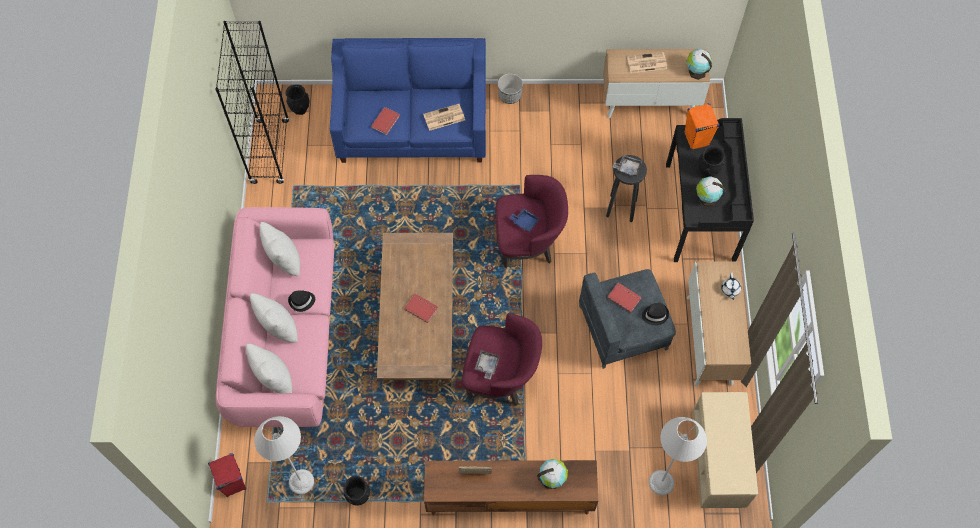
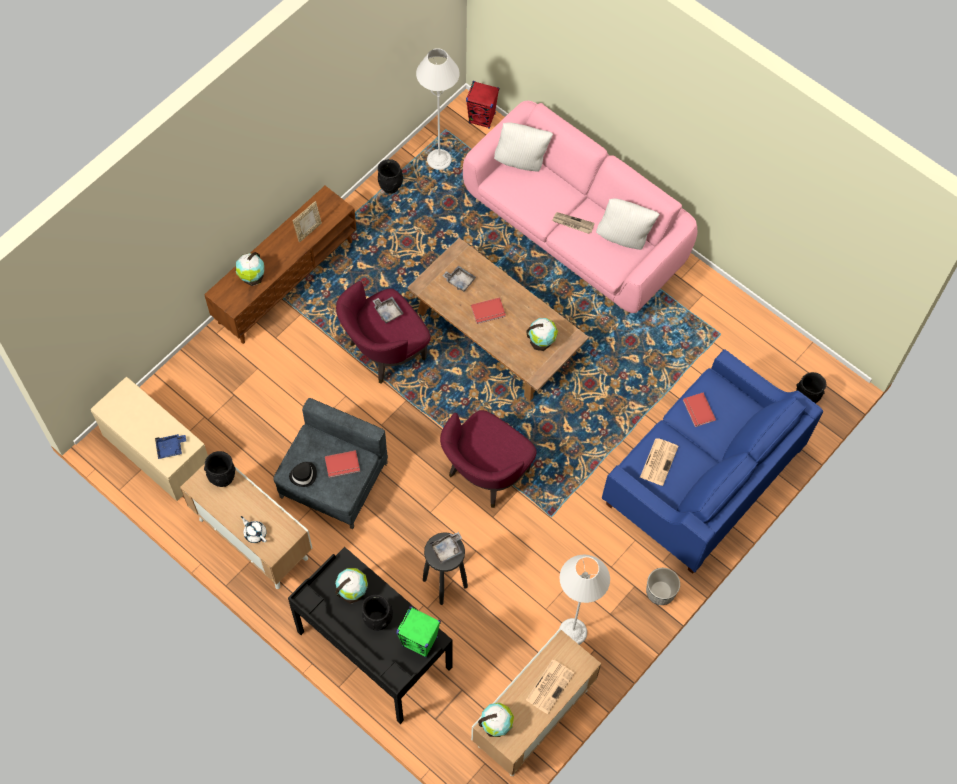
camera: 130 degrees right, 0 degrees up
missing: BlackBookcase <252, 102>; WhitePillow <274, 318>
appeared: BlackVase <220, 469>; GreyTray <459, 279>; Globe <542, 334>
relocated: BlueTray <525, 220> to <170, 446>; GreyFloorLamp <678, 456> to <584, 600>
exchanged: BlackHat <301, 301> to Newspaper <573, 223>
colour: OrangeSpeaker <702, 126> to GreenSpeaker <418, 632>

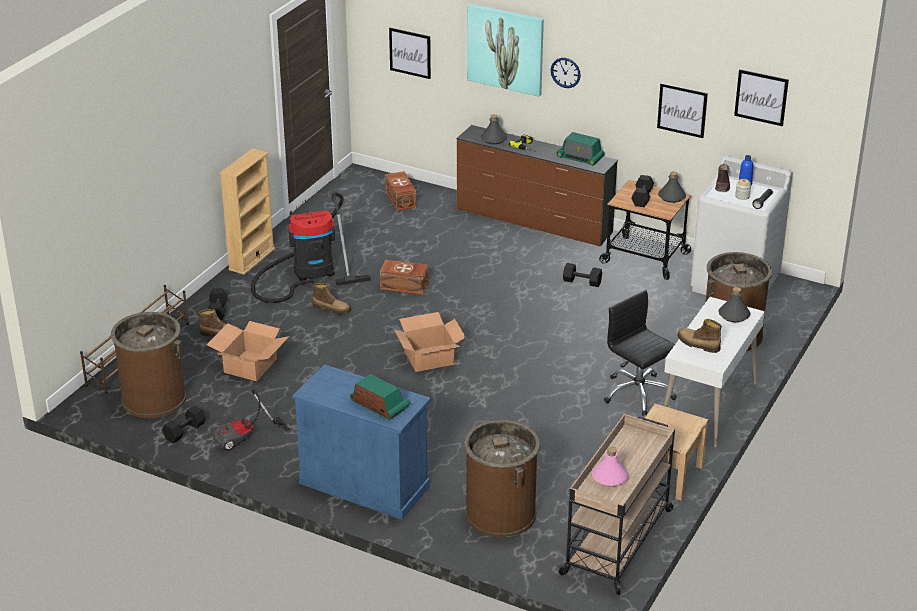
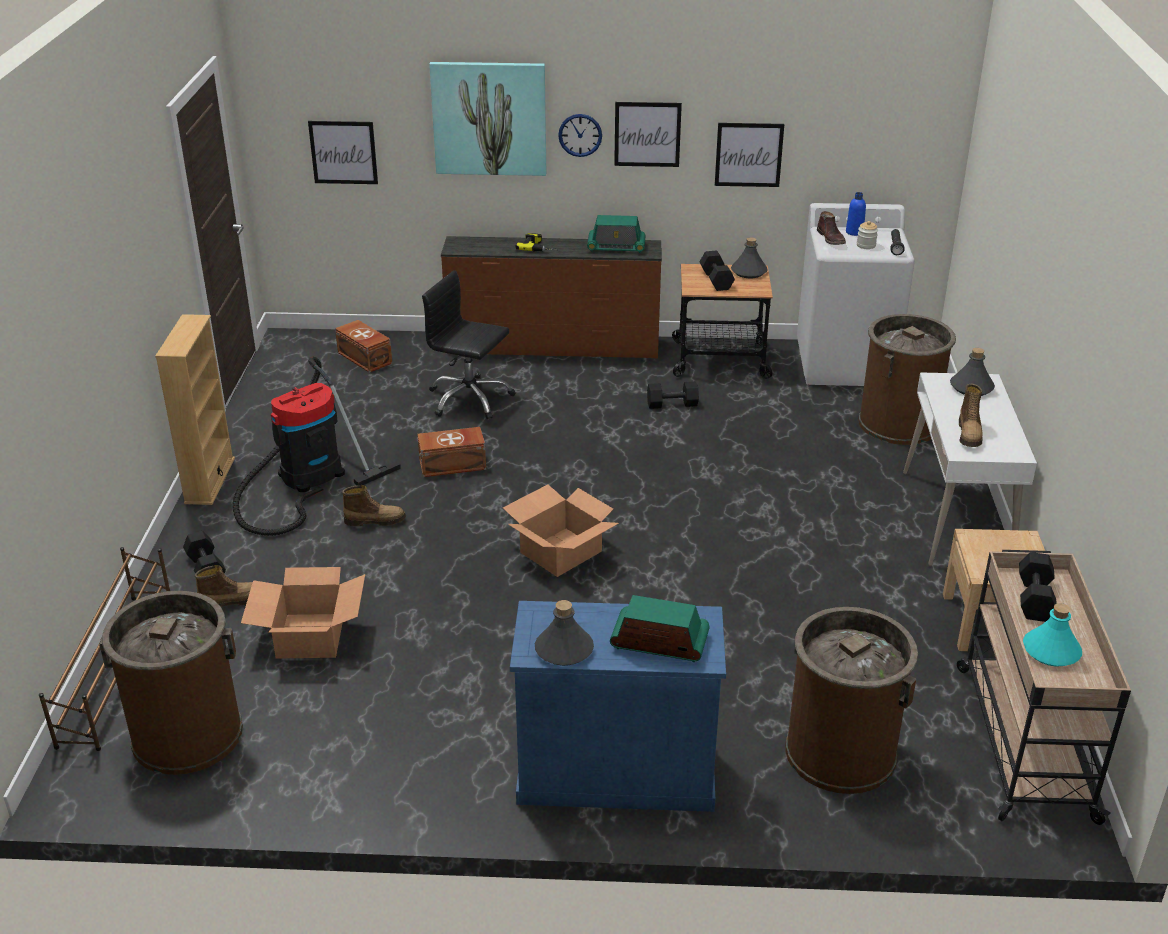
camera: 25 degrees left, 0 degrees up
missing: VacuumCleaner <251, 420>
relocated: BlackOfficeChair <640, 353> to <468, 345>; GreyBottle <494, 129> to <564, 633>; Picture <761, 97> to <648, 134>; BlackDumbbell <184, 424> to <1038, 587>
colour: PinkBottle <610, 466> to TurquoiseBottle <1052, 634>
spun: Boot <699, 336> = <971, 415> 90 degrees counterclockwise

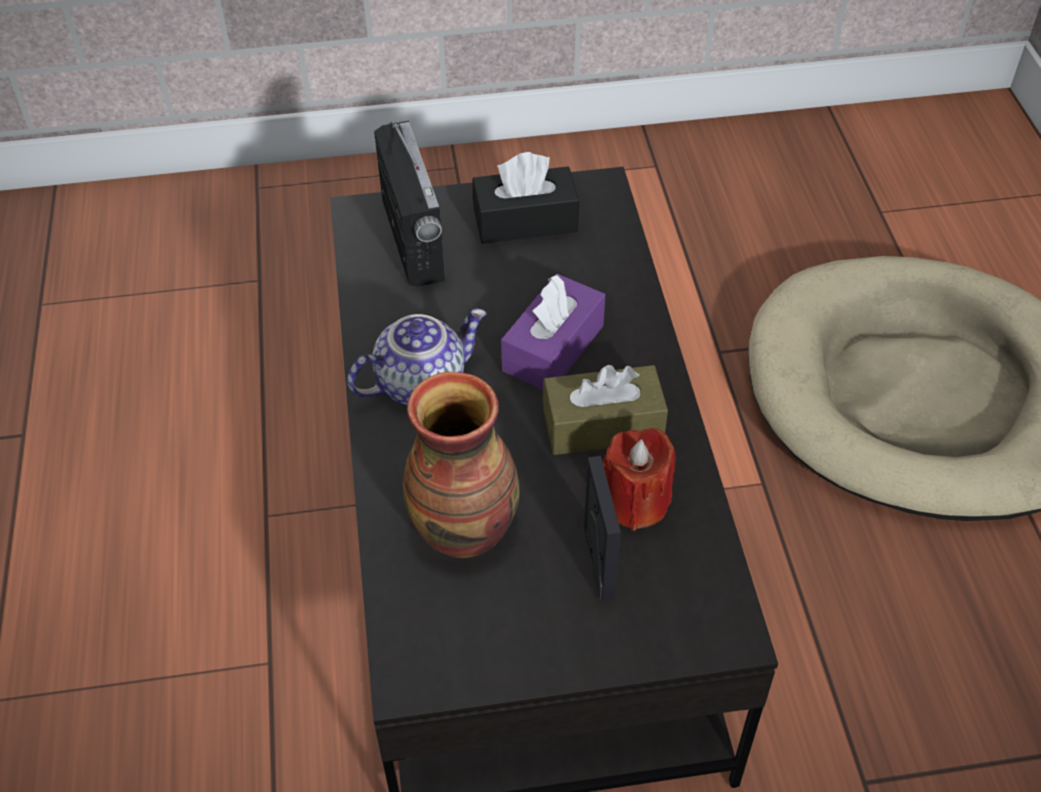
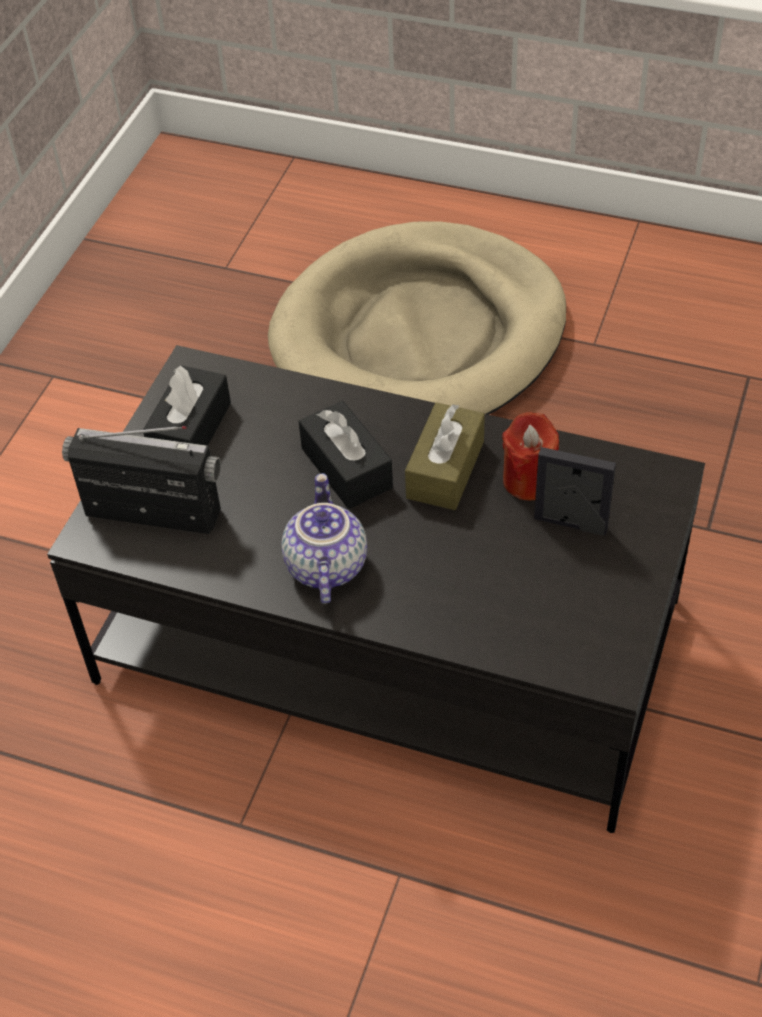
camera: 60 degrees left, 0 degrees up
missing: Vase <461, 465>
colour: PurpleTissueBox <553, 332> to BlackTissueBox <346, 455>

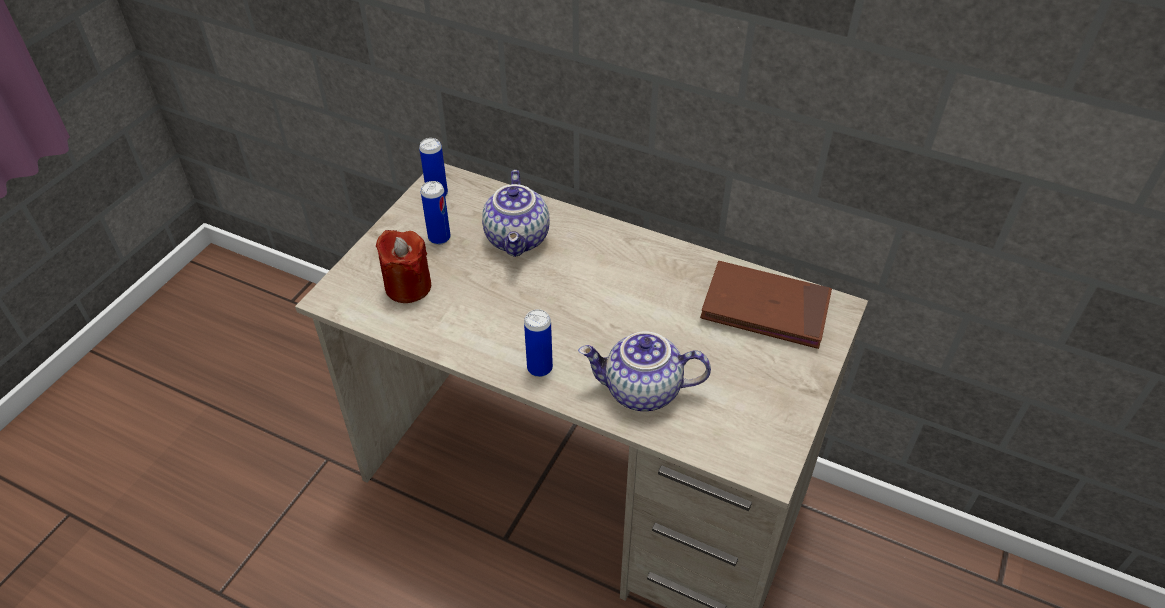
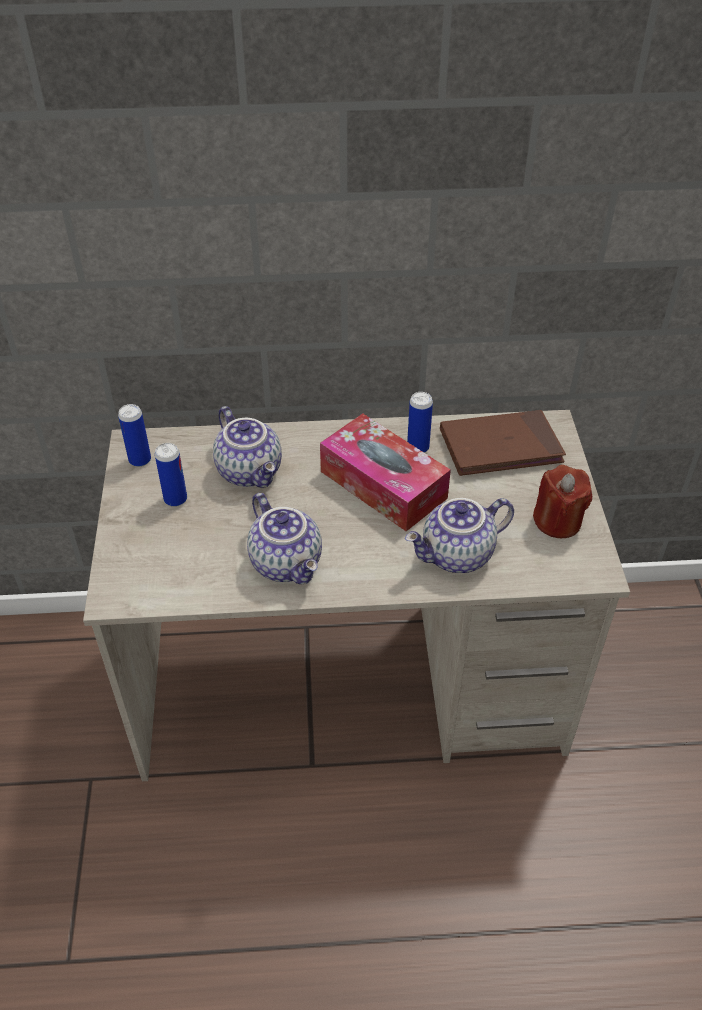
camera: 30 degrees left, 0 degrees up
appeared: Teapot <284, 538>; TissueBox <385, 472>
relocated: Can <538, 343> to <420, 422>; RedCandle <403, 266> to <562, 501>

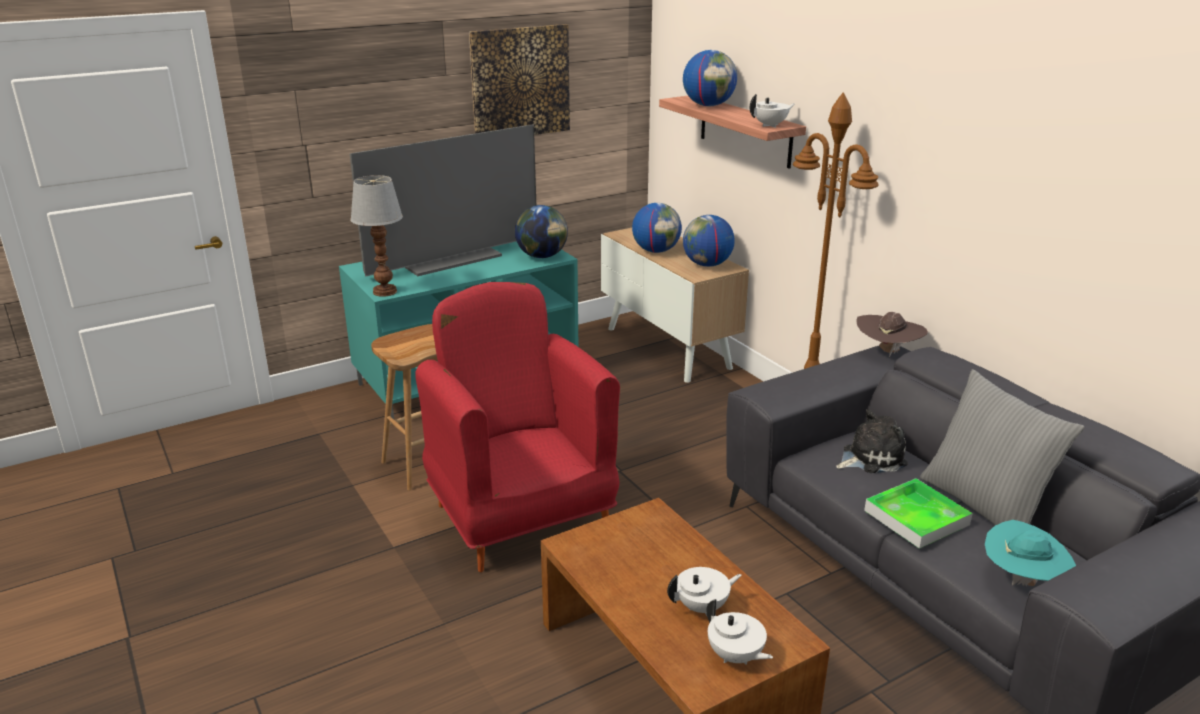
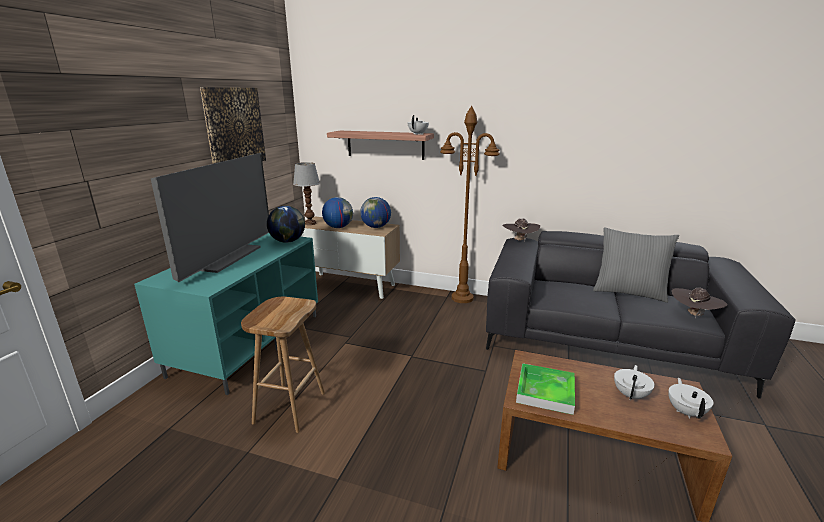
camera: 40 degrees left, 5 degrees down
missing: RedArmchair <517, 427>; Globe <710, 78>; PlushToy <872, 441>
relocated: TableLamp <376, 236> to <306, 193>; Tray <918, 513> to <545, 389>
colour: TurquoiseHat <1030, 553> to BrownHat <699, 303>
spun: WhiteTeapot <740, 632> = <690, 398> 90 degrees counterclockwise

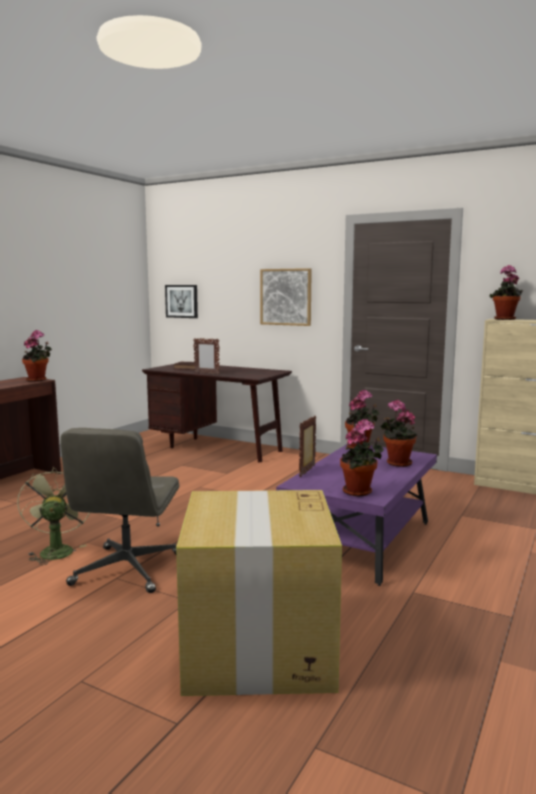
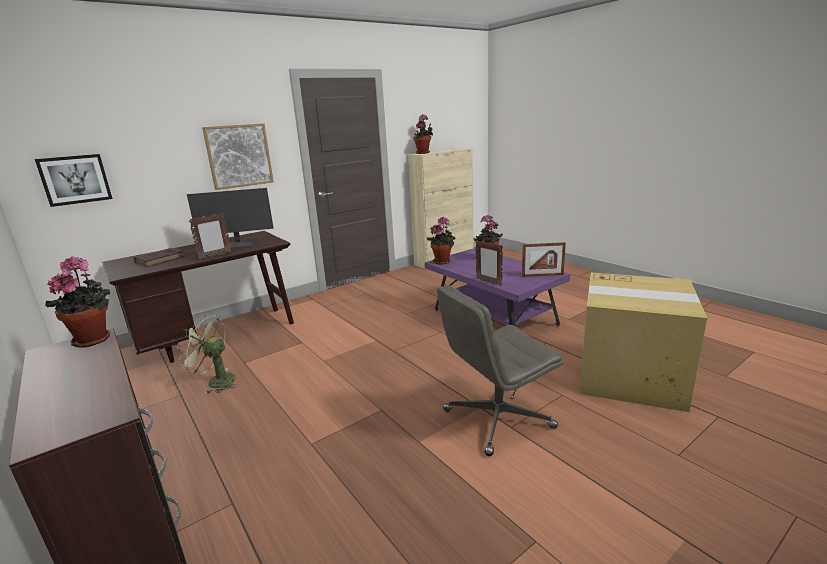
camera: 65 degrees left, 10 degrees up
appeared: Monitor <230, 218>
relocated: GreenFan <53, 516> to <207, 354>
exchanged: PottedPlant <362, 458> to PictureFrame <544, 259>
spun: GreyOfficeChair <120, 510> = <500, 370> 120 degrees clockwise

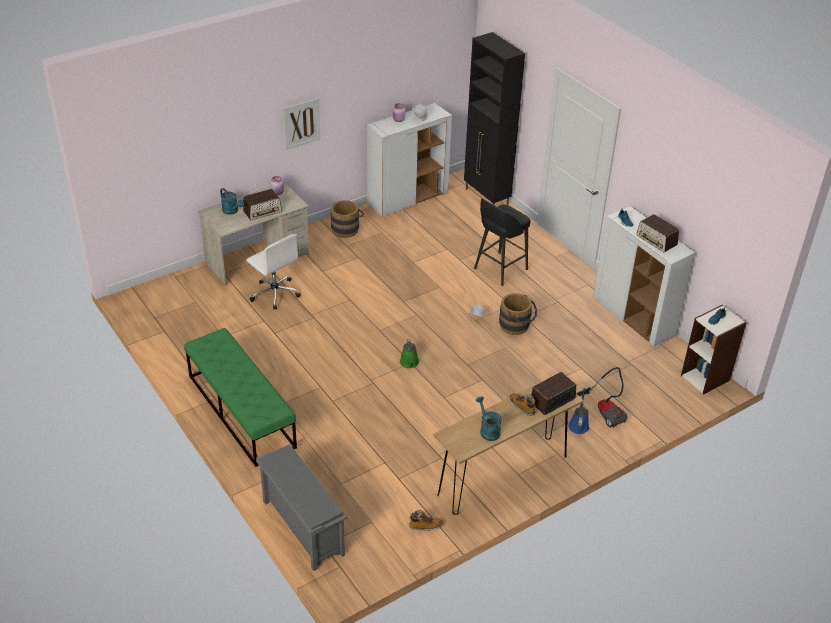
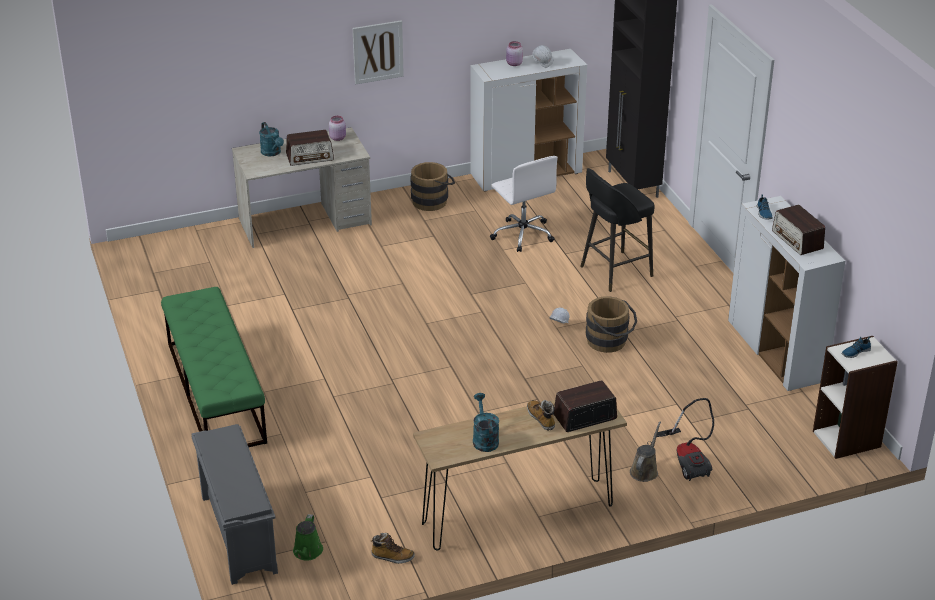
camera: 15 degrees right, 5 degrees down
relocated: GreenWateringCan <409, 353> to <308, 537>; WhiteOfficeChair <273, 272> to <524, 204>
colour: BlueWateringCan <578, 411> to BrownWateringCan <645, 452>

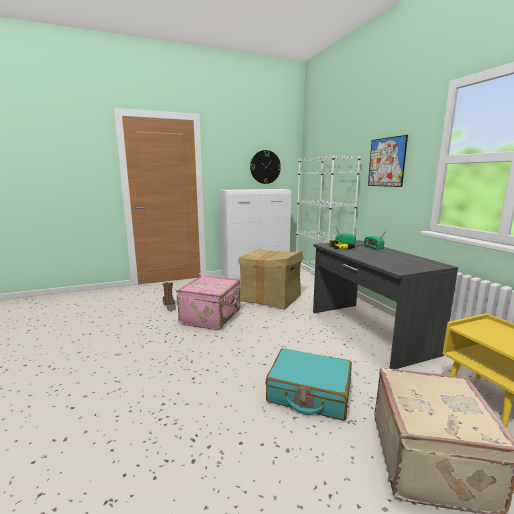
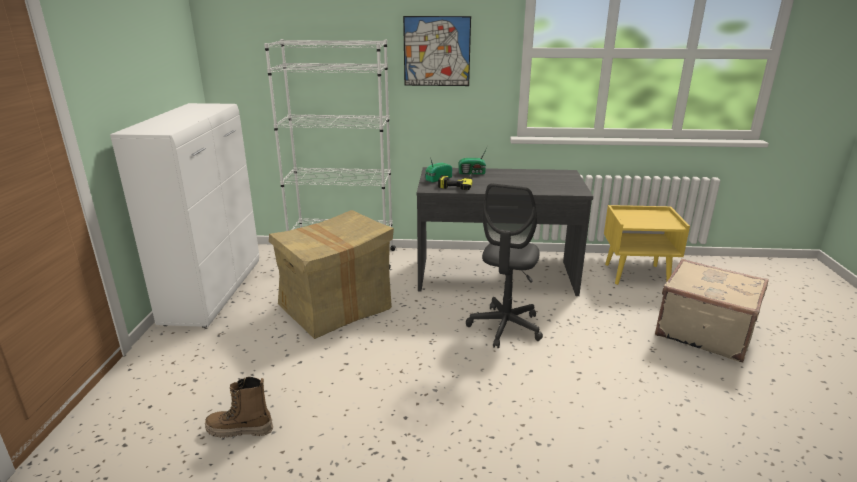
camera: 65 degrees left, 10 degrees up
missing: PinkSuitcase <208, 302>; WallClock <265, 167>; TurquoiseSuitcase <308, 384>
appeared: GreyOfficeChair <504, 266>

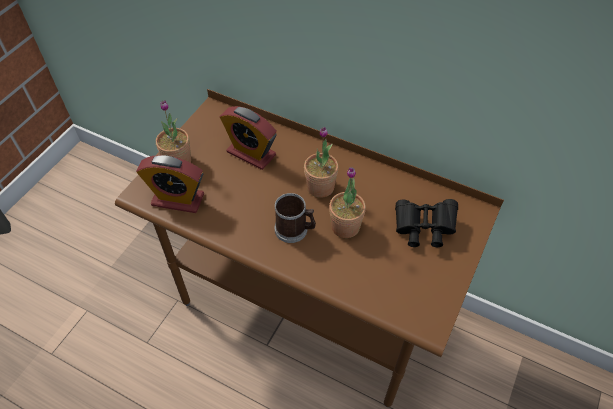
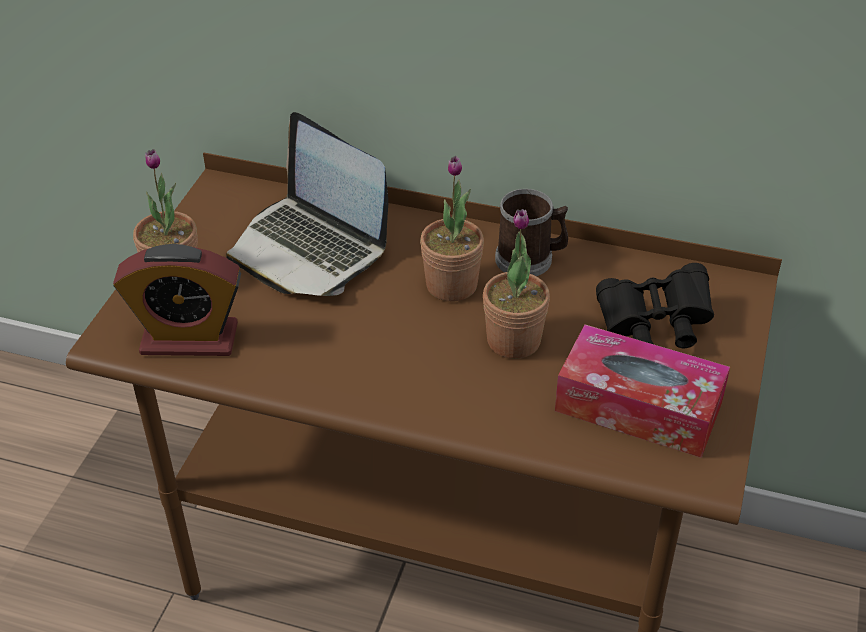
camera: 10 degrees left, 10 degrees down
appeared: TissueBox <642, 391>
relocated: Mug <295, 218> to <531, 232>
exchanged: AlarmClock <248, 138> to Laptop <307, 204>

